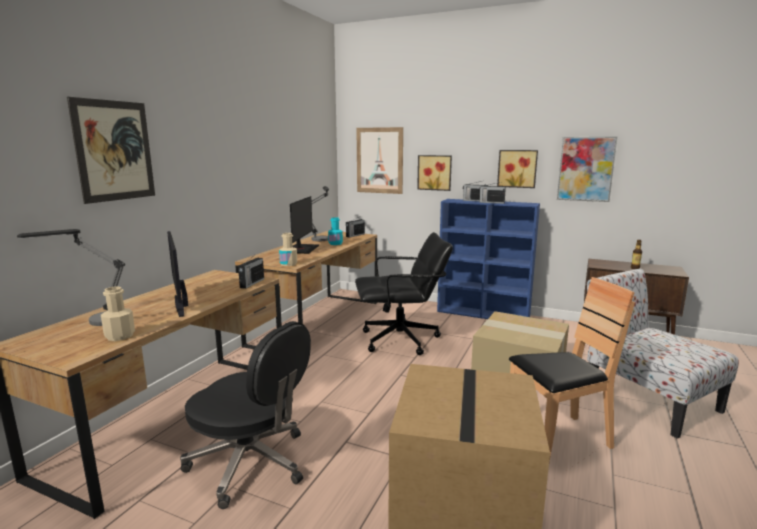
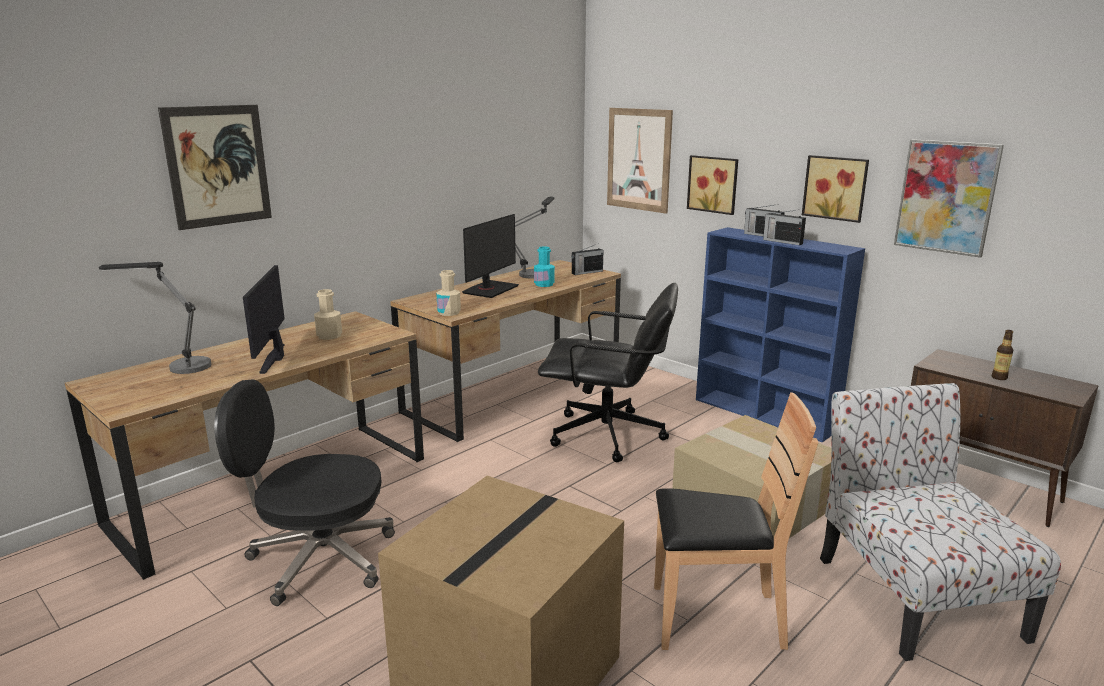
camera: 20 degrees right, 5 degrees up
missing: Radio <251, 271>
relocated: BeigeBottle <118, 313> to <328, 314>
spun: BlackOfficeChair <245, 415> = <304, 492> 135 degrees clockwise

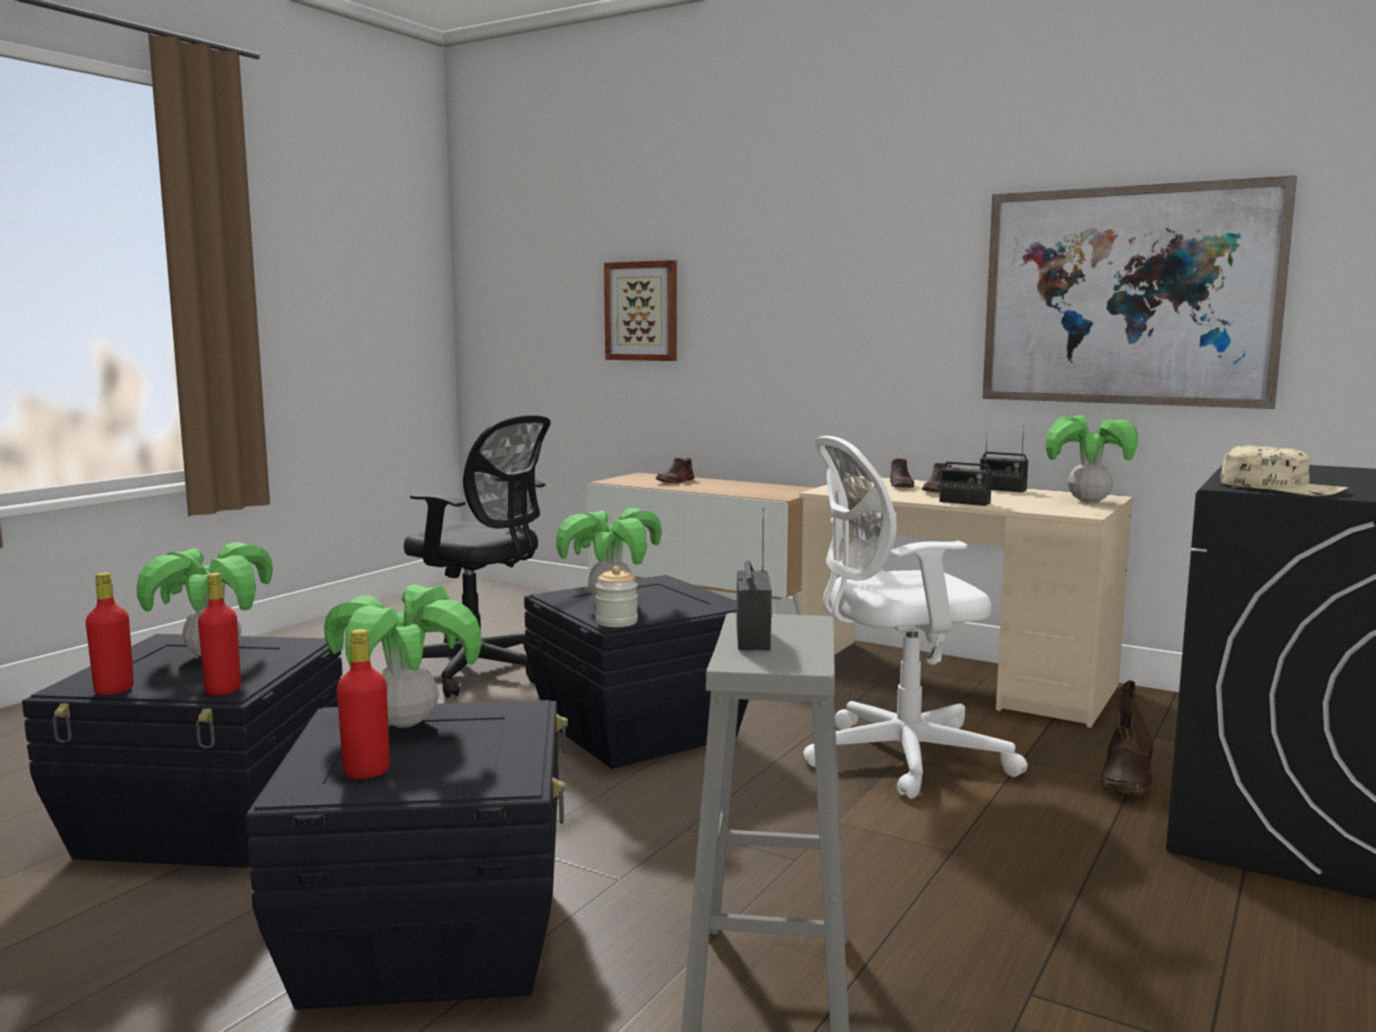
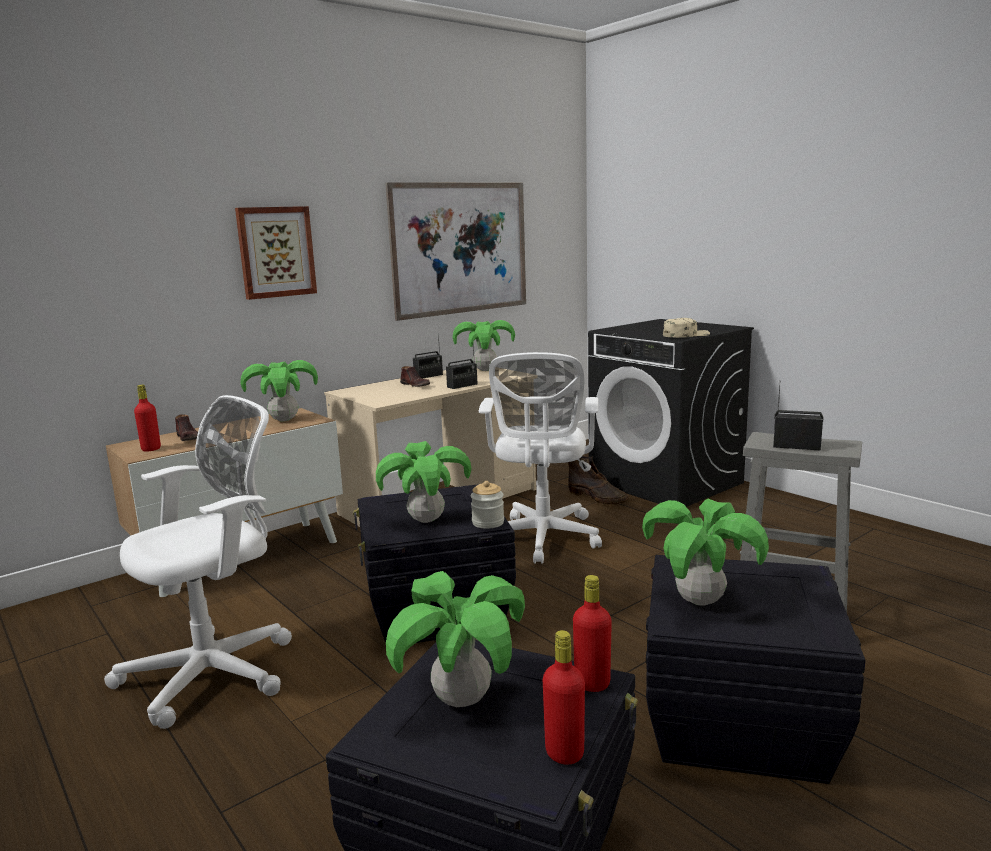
camera: 70 degrees left, 5 degrees up
missing: BrownShoe <902, 473>
appeared: PottedPlant <279, 390>
relocated: RedBottle <363, 704> to <147, 418>; Picture <640, 310> to <276, 253>
colour: BlackOfficeChair <477, 556> to WhiteOfficeChair <198, 562>

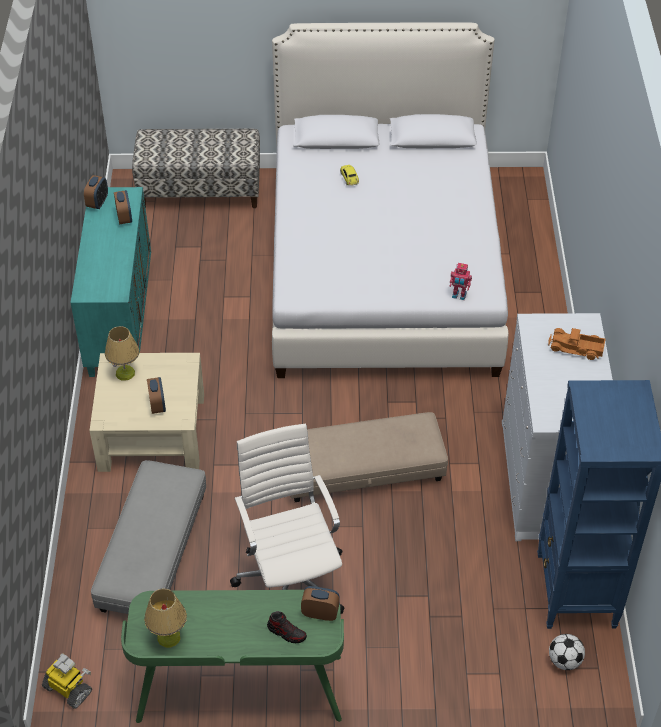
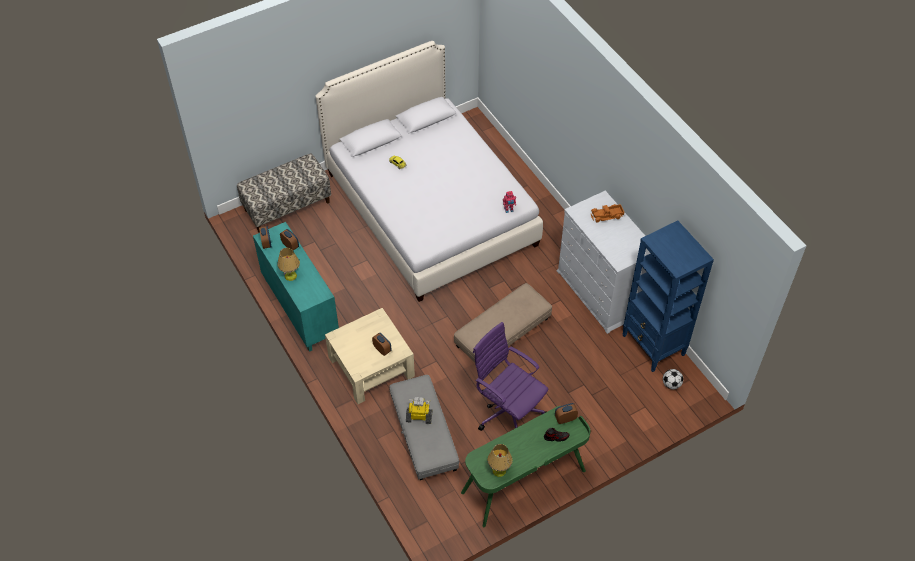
camera: 30 degrees left, 5 degrees up
relocated: TableLamp <122, 353> to <288, 264>; ToyRobot <67, 681> to <419, 410>
colour: WhiteOfficeChair <287, 519> to PurpleOfficeChair <511, 376>

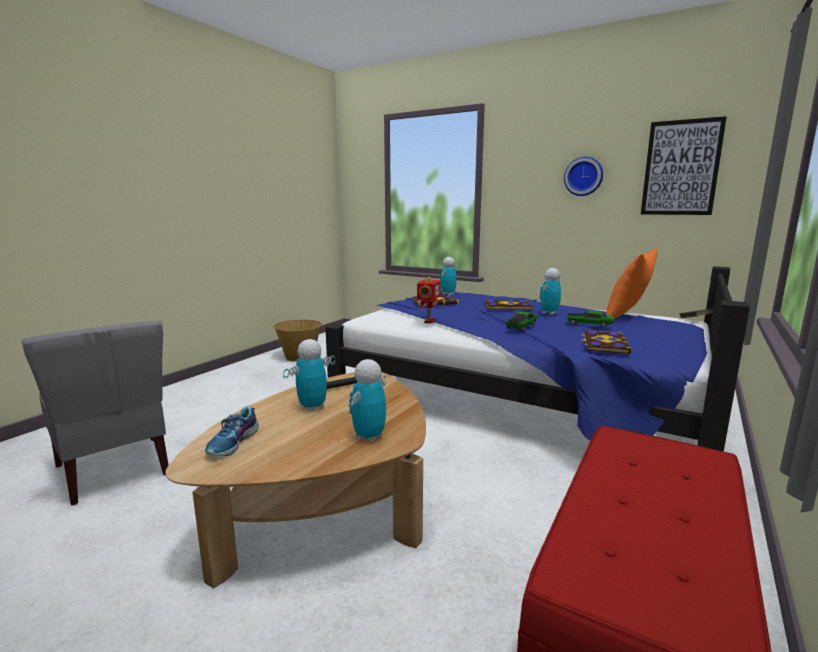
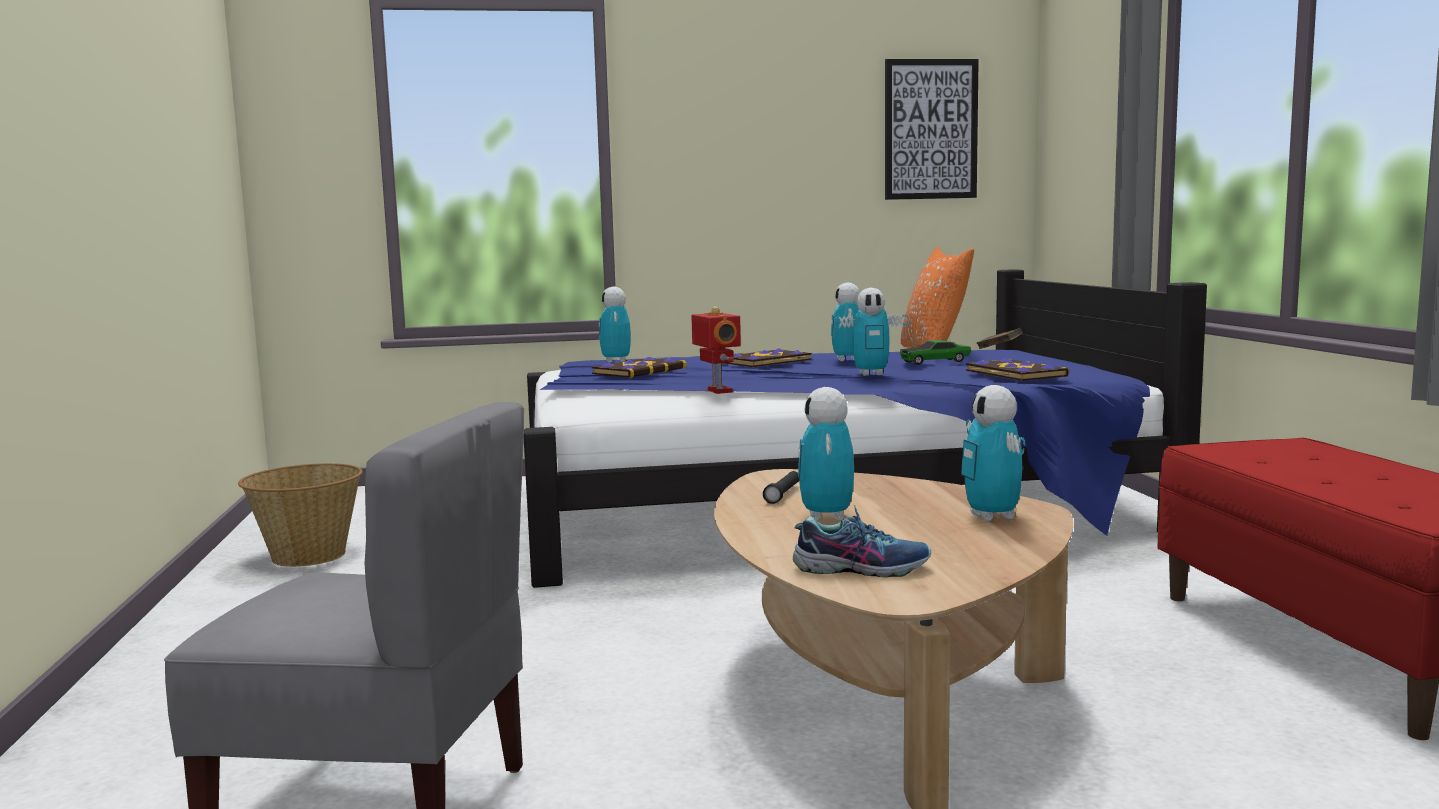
camera: 40 degrees left, 5 degrees down
missing: WallClock <583, 176>
exchanged: ToyCar <522, 321> to ToyRobot <871, 332>
spun: Shoe <232, 431> = <862, 541> 60 degrees counterclockwise

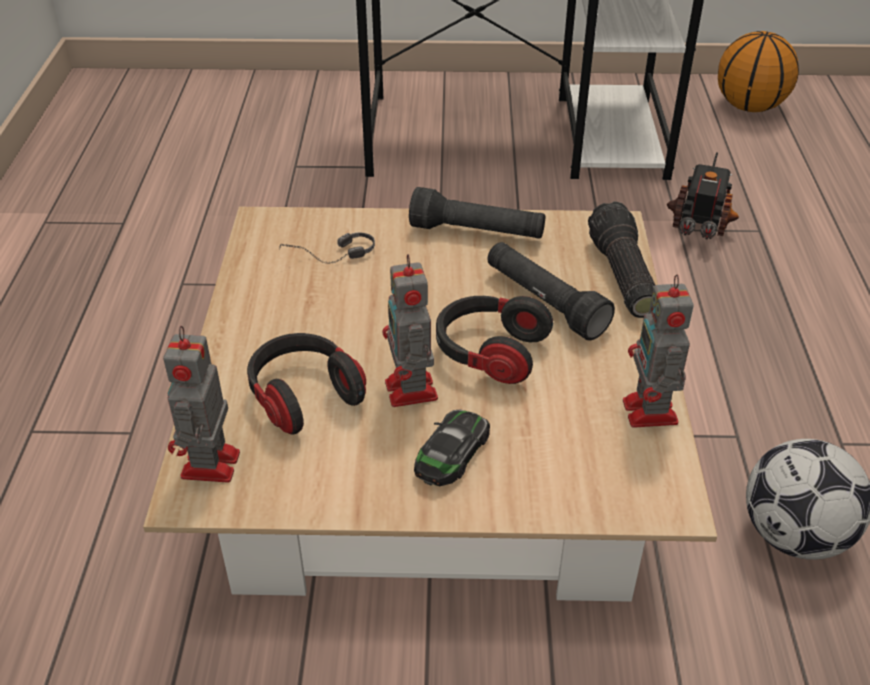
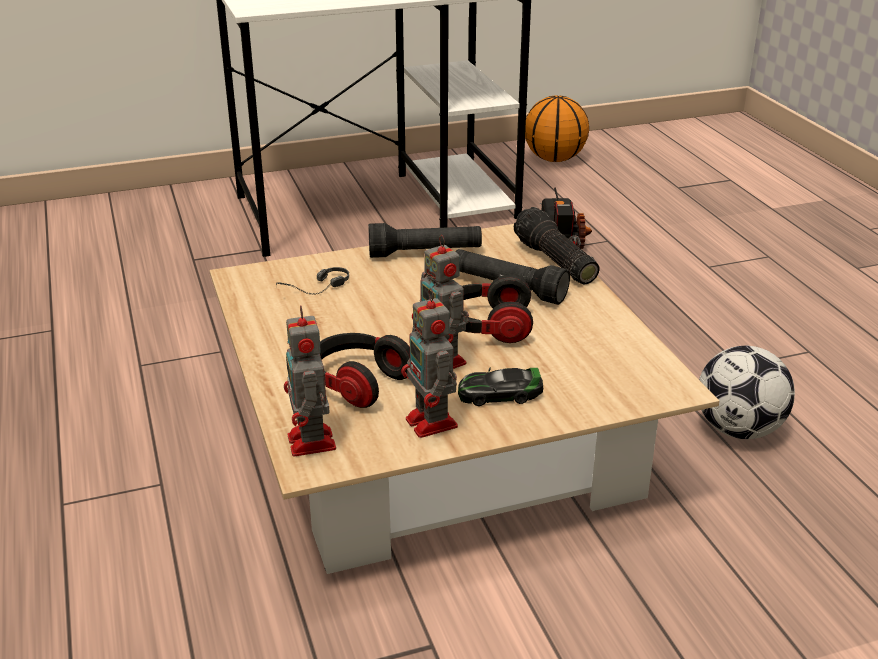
camera: 20 degrees left, 10 degrees down
relocated: ToyRobot <658, 351> to <429, 363>
spun: ToyCar <452, 448> = <500, 386> 105 degrees counterclockwise

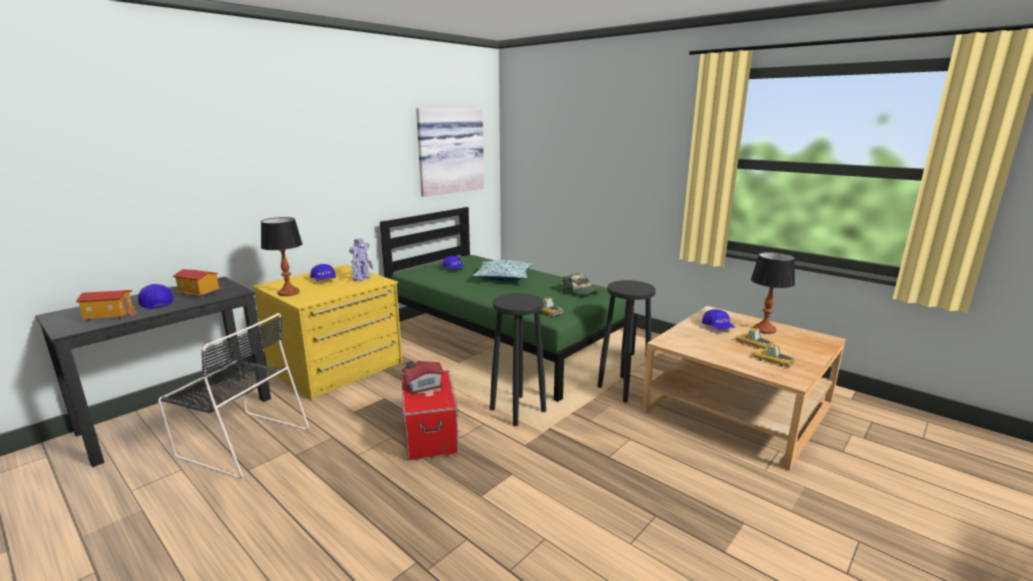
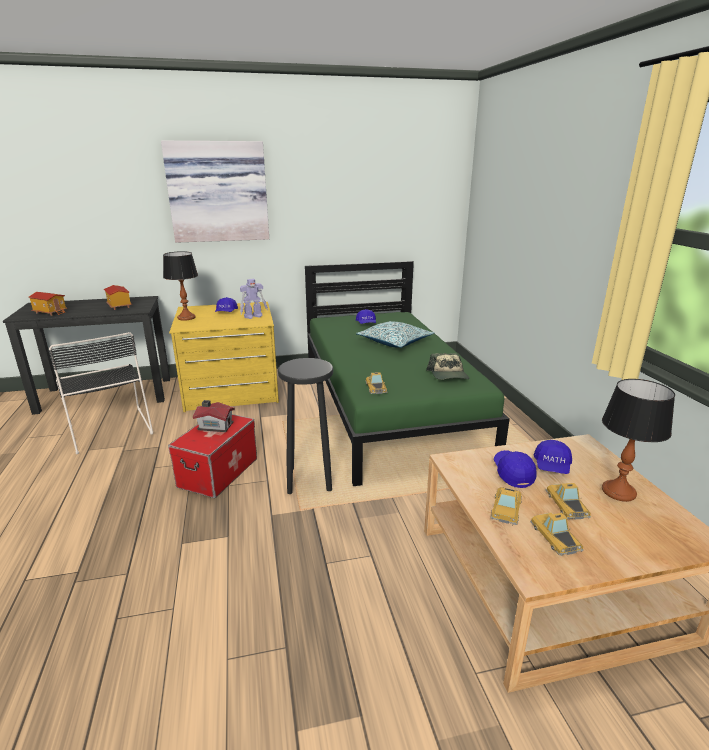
camera: 35 degrees right, 5 degrees up
missing: BlackStool <626, 341>
appeared: ToyCar <506, 506>
relocated: Picture <450, 152> to <215, 192>; BlueCap <156, 296> to <515, 469>

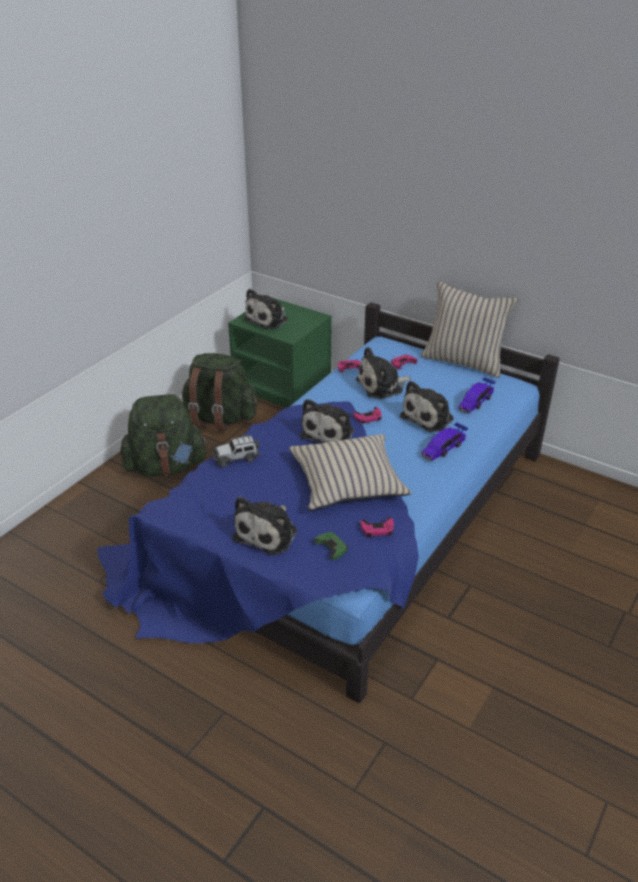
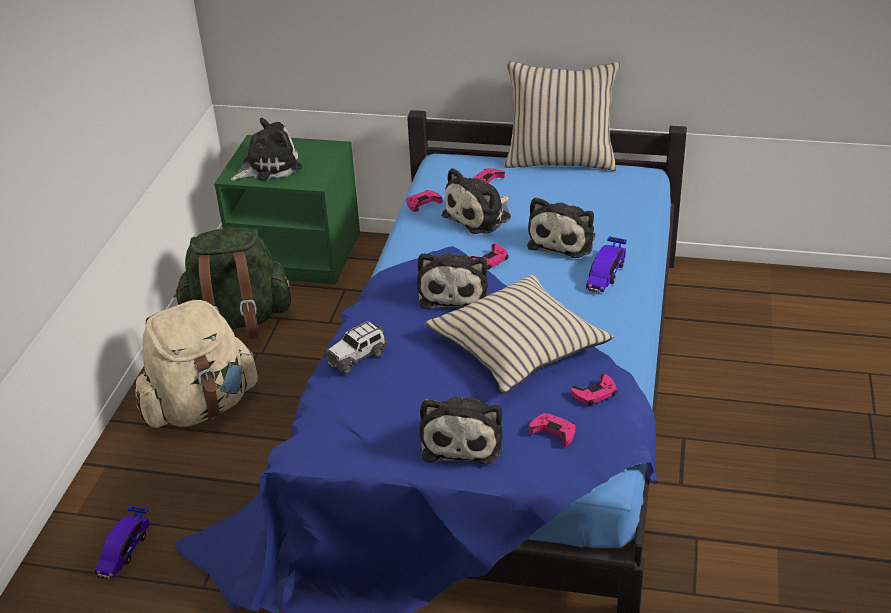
camera: 20 degrees left, 0 degrees up
relocated: ToyCar <477, 395> to <122, 542>
colour: GreenBackpack <164, 435> to BeigeBackpack <196, 363>; GreenGameController <331, 546> to PinkGameController <552, 429>
spun: PlushToy <266, 309> = <266, 149> 135 degrees counterclockwise

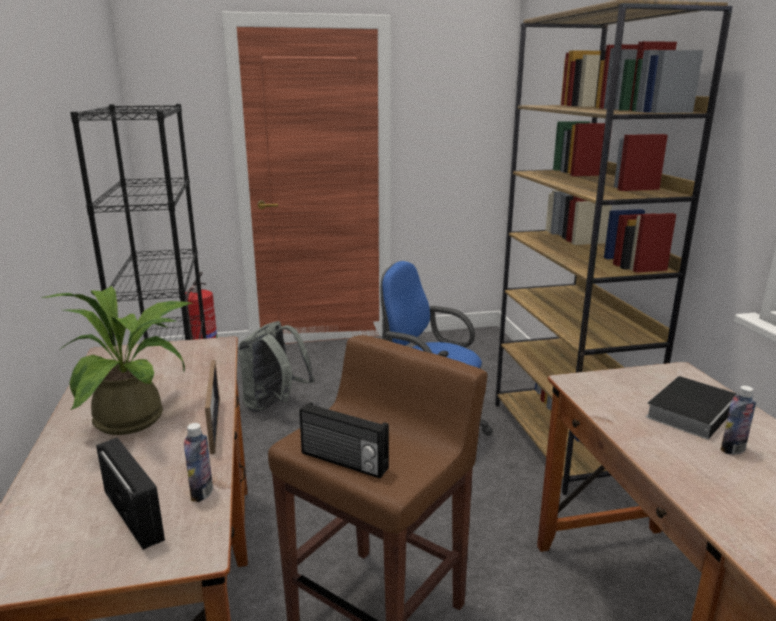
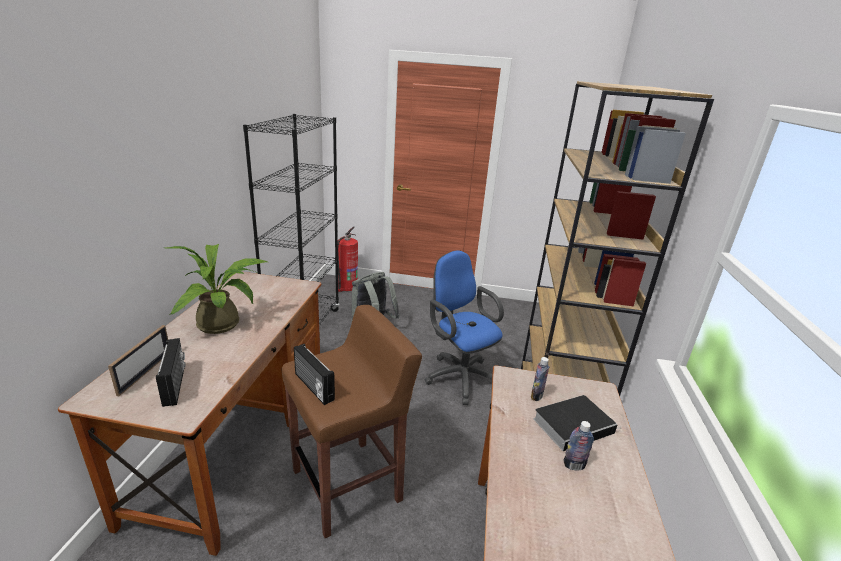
camera: 20 degrees right, 5 degrees up
relocated: PictureFrame <212, 407> to <138, 360>; Bottle <198, 462> to <540, 379>

